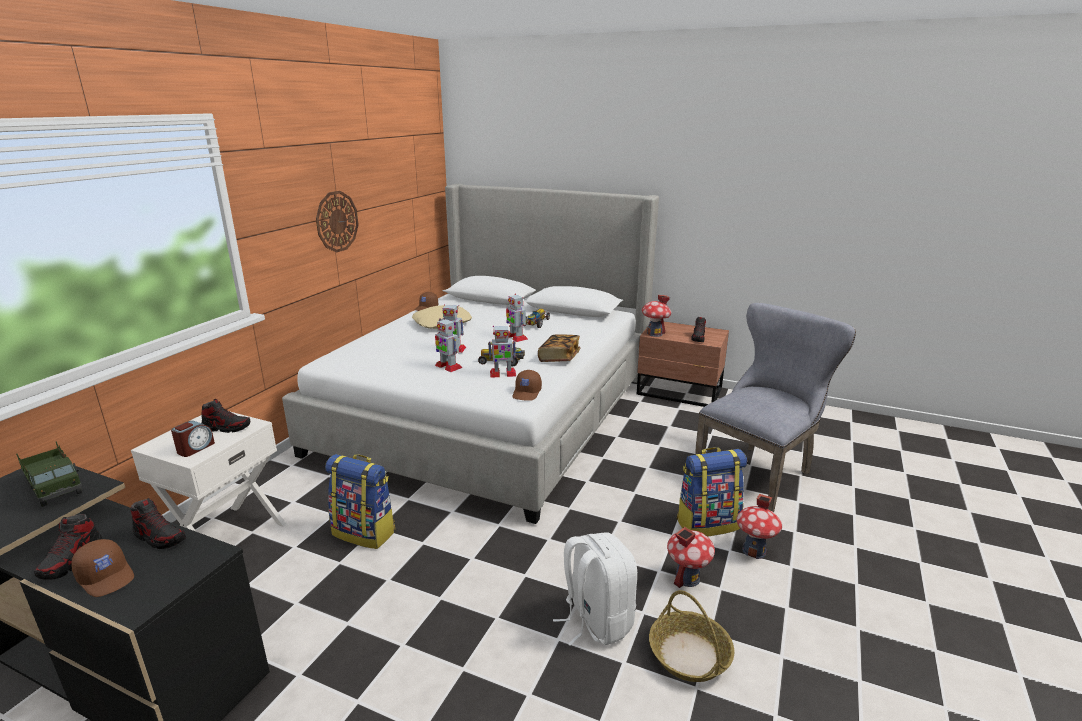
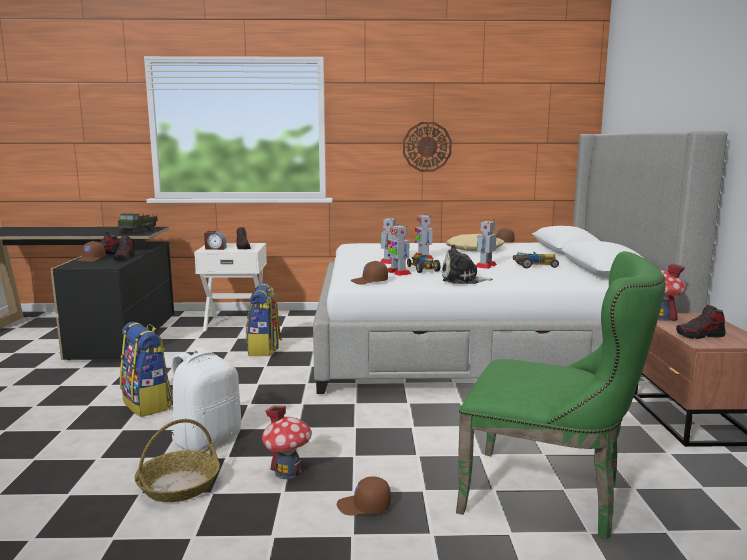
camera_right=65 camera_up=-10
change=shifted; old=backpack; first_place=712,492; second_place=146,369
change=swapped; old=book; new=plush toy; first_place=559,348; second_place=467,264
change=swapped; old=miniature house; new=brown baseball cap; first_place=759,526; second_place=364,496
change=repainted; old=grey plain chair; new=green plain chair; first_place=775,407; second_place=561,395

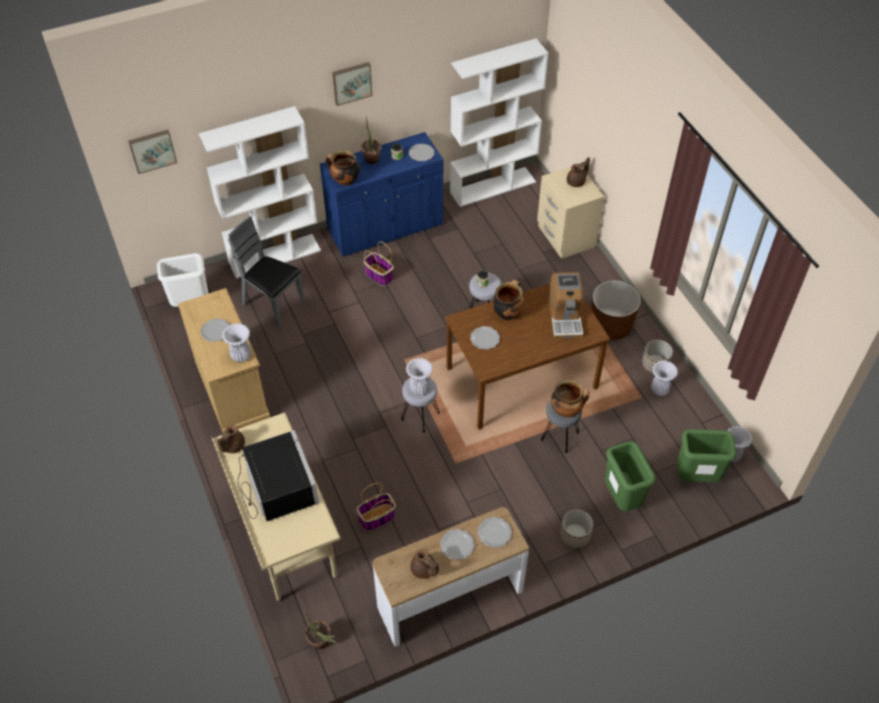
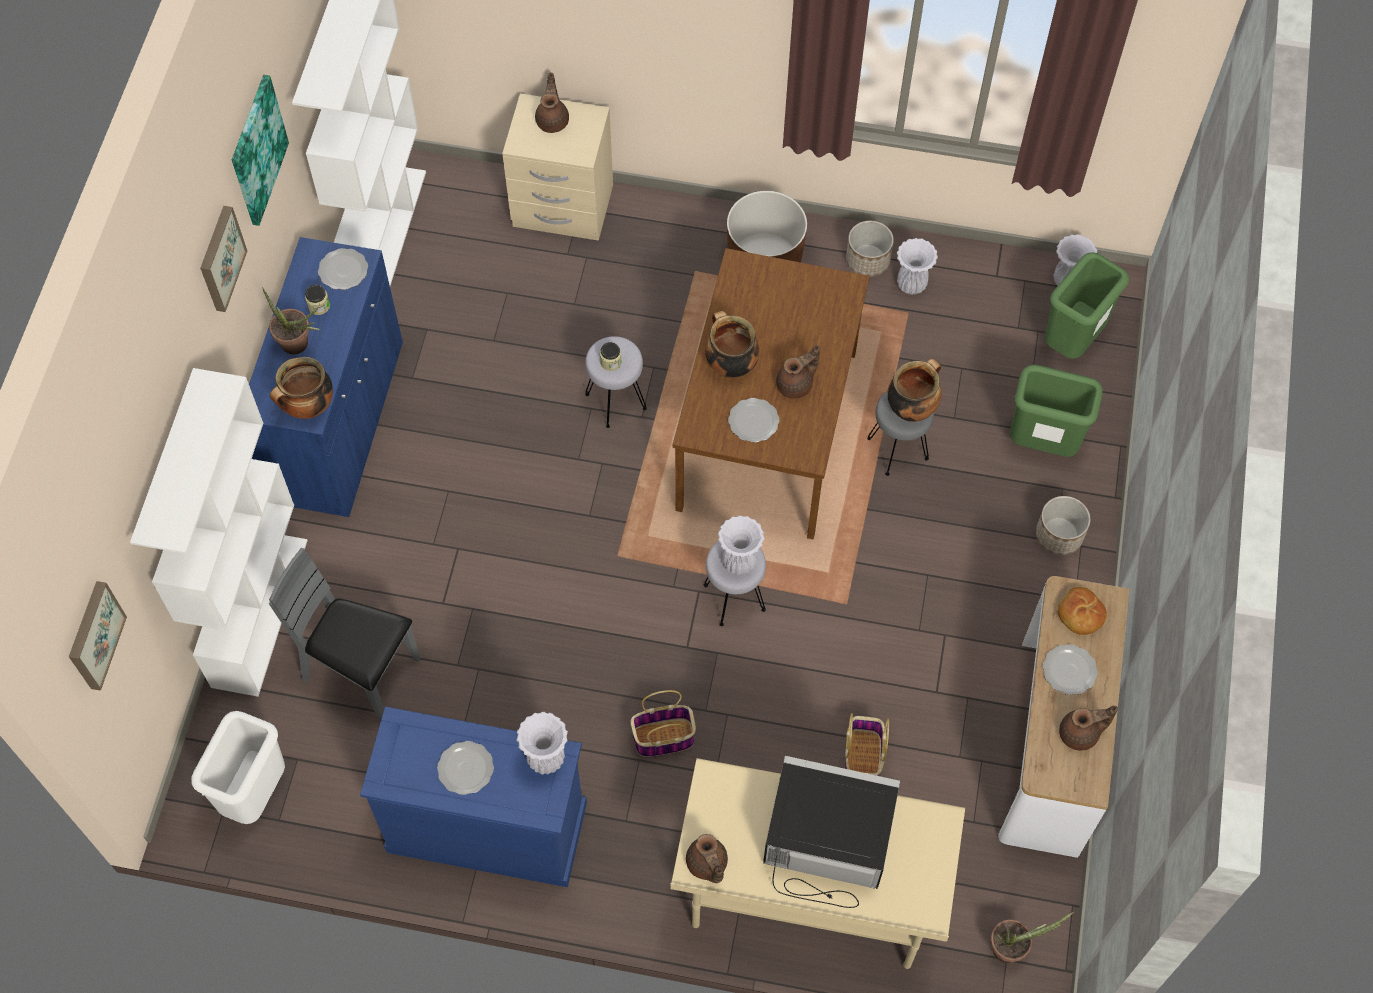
camera_right=-55 camera_up=10
change=gone; old=coffee maker; first_place=566,305
change=new; new=picture; second_place=260,150
change=new; new=brown teapot; second_place=798,372
change=shifted; old=basket; first_place=378,264; second_place=663,723
change=swapped; old=flat dish; new=bakery bread; first_place=494,532; second_place=1082,611
change=repainted; old=sand-coloured dresser; new=blue dresser; first_place=224,360; second_place=473,796
change=rotated; old=grey plain chair; first_place=266,272; second_place=344,634; degrees=45

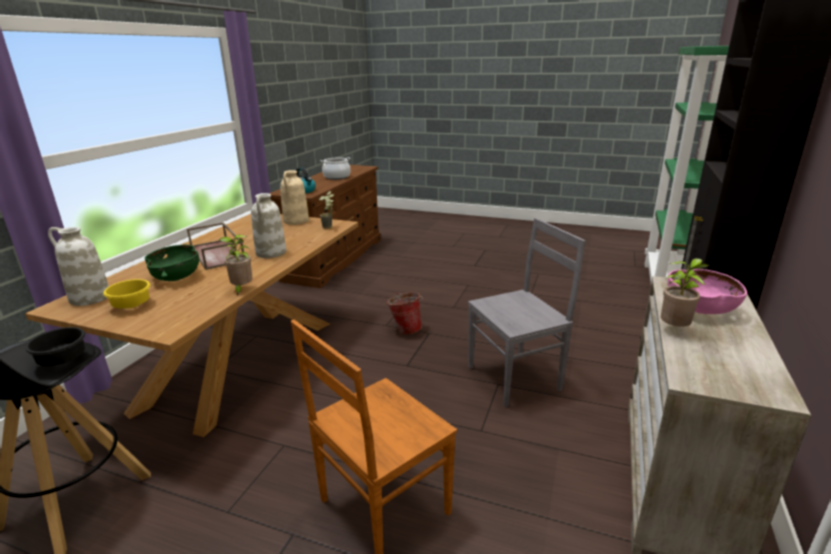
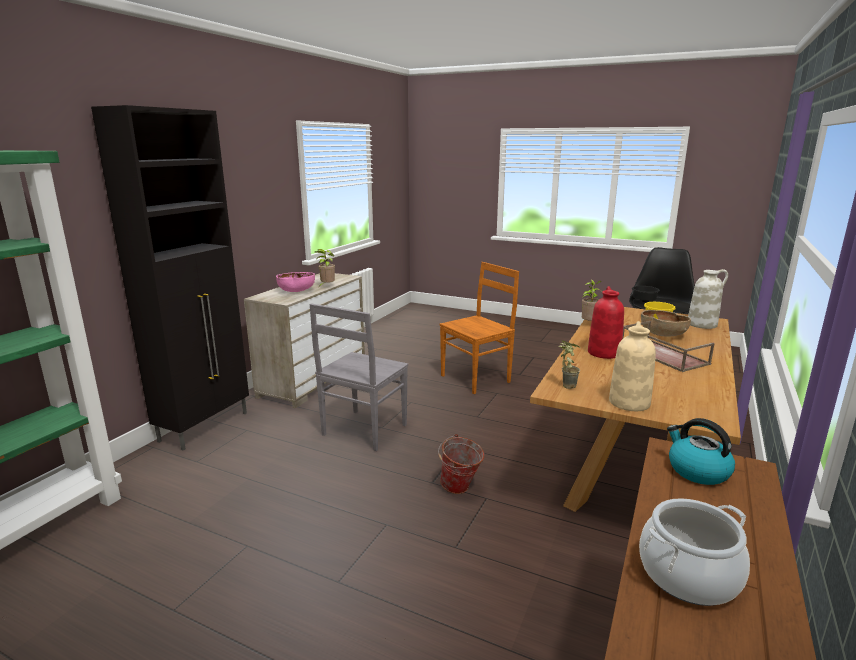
camera_right=-175 camera_up=-5
change=repainted; old=green bowl; new=brown bowl; first_place=172,263; second_place=666,323
change=repainted; old=whitish flower vase; new=reddish flower vase; first_place=268,225; second_place=606,322
change=rotated; old=grey plain chair; first_place=526,312; second_place=359,377; degrees=-45

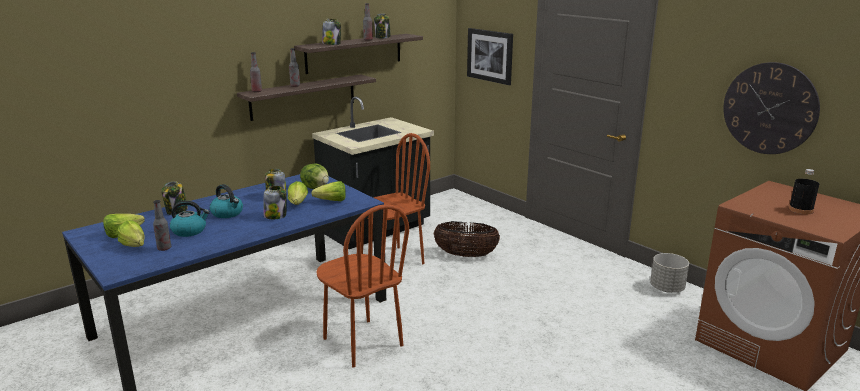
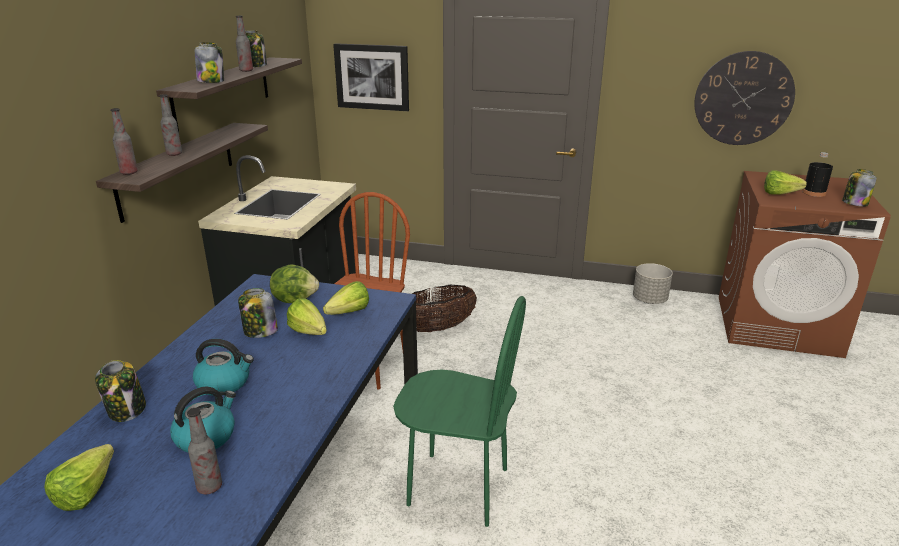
camera_right=-35 camera_up=5
change=shifted; old=lettuce; first_place=131,233; second_place=785,182
change=shifted; old=jar; first_place=275,202; second_place=859,188
change=repainted; old=brown plain chair; new=green plain chair; first_place=362,286; second_place=459,411

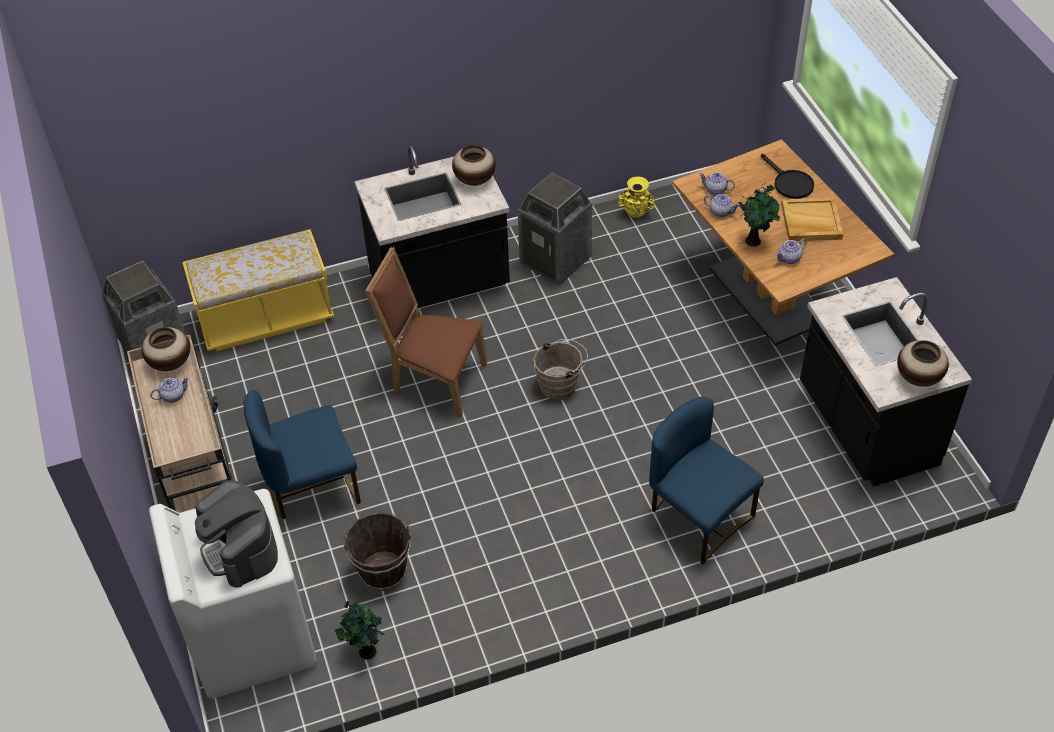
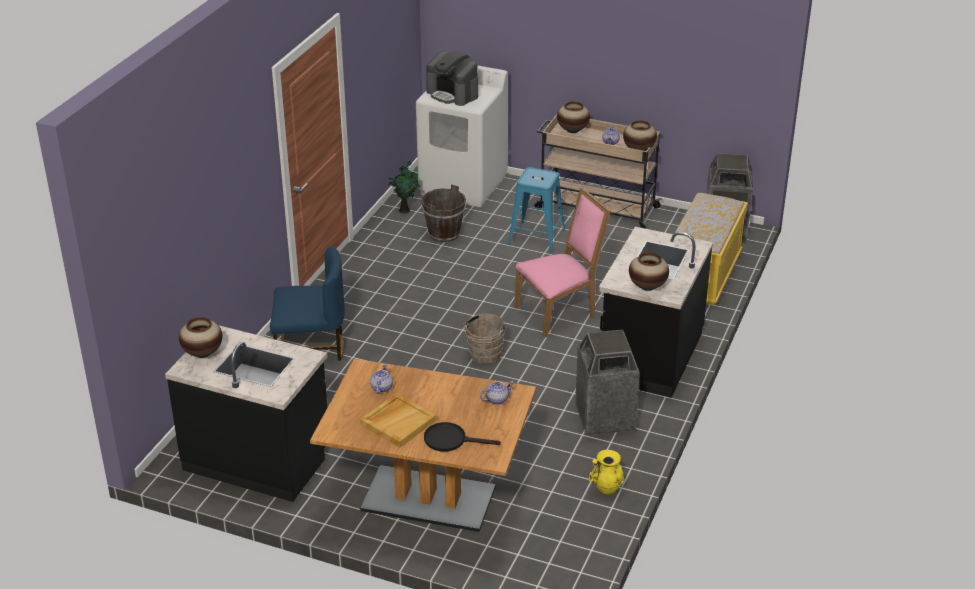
camera_right=130 camera_up=-15
change=gone; old=teapot; first_place=721,205
change=gone; old=houseplant; first_place=758,215
change=new; new=flower vase; second_place=573,117
change=swapped; old=blue plain chair; new=blue sitting stool; first_place=302,454; second_place=536,210
change=repainted; old=brown plain chair; new=pink plain chair; first_place=426,332; second_place=562,262
change=rotated; old=coffee maker; first_place=236,534; second_place=452,78; degrees=-150

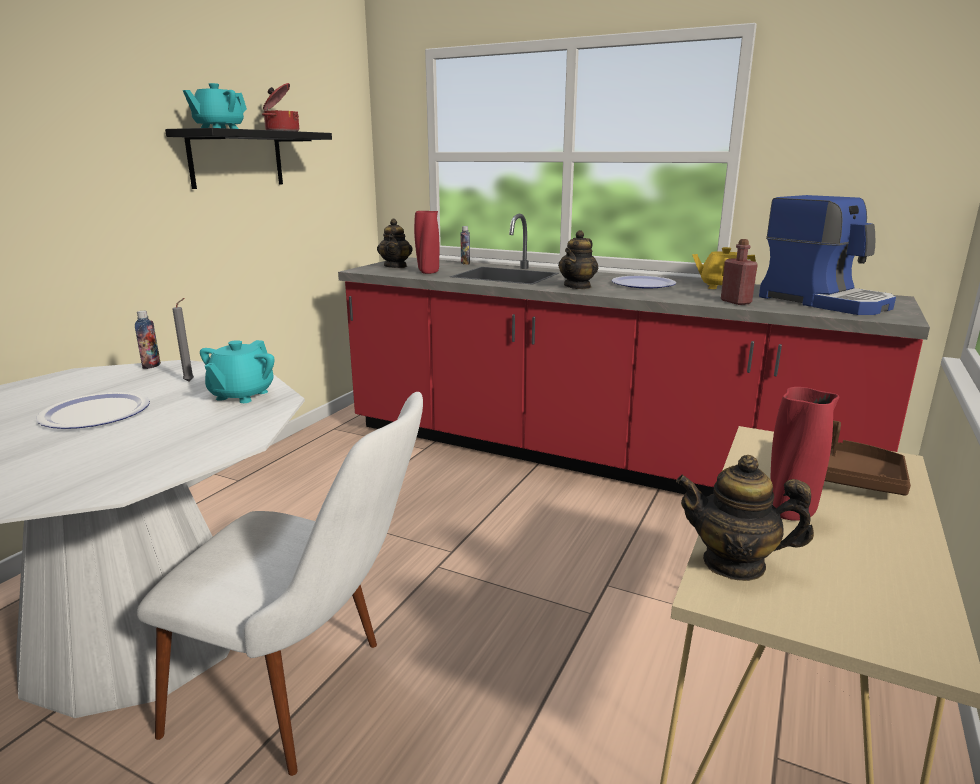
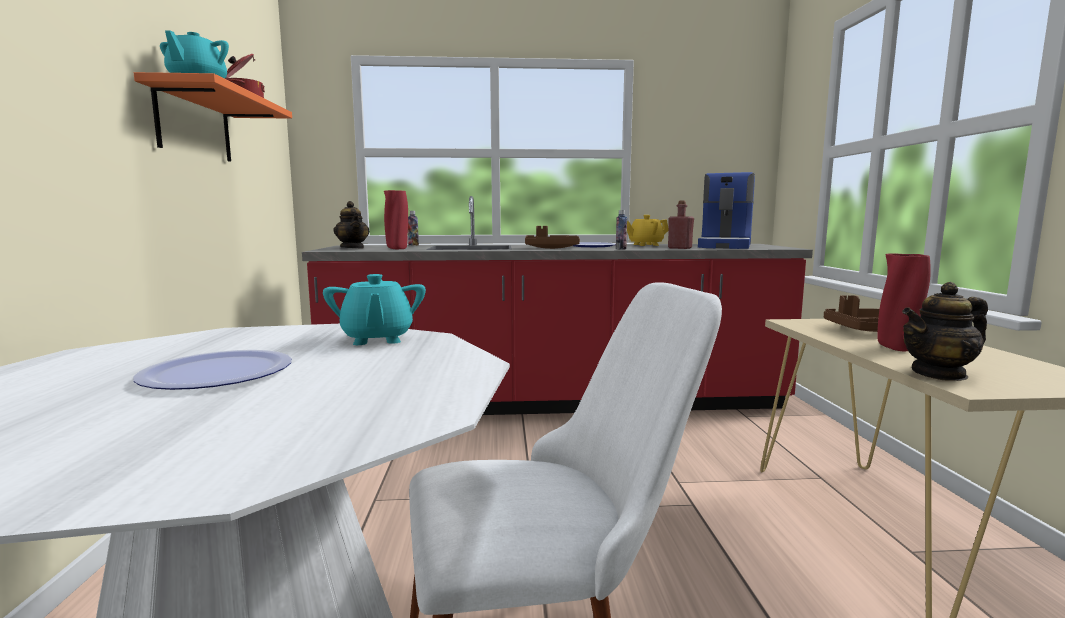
camera_right=-30 camera_up=-10
change=gone; old=grey wax light; first_place=183,340
change=shifted; old=beverage bottle; first_place=148,340; second_place=621,230
change=swapped; old=teapot; new=brown carrying tray; first_place=578,259; second_place=552,237
change=repainted; old=blackish shelf; new=orange shelf; first_place=248,158; second_place=213,117
change=rotated; old=coffee maker; first_place=827,255; second_place=726,210; degrees=90

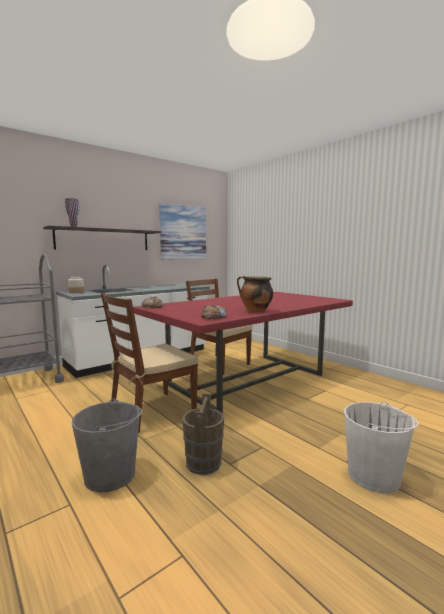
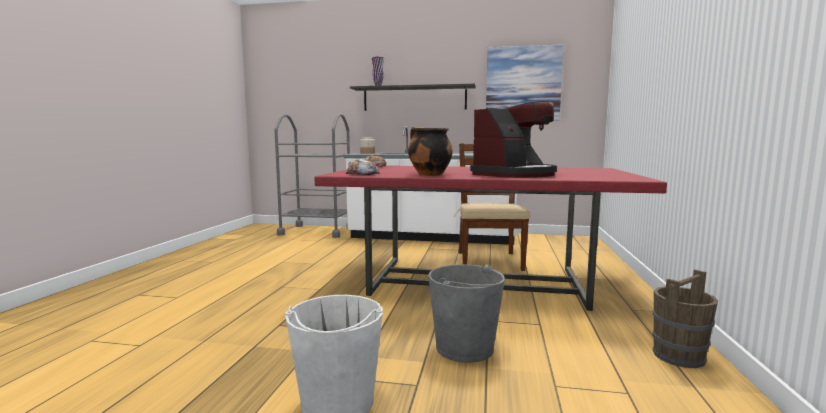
camera_right=50 camera_up=0
change=gone; old=brown plain chair; first_place=150,363
change=new; new=coffee maker; second_place=513,139
change=shifted; old=grey water bucket; first_place=107,445; second_place=466,313
change=shifted; old=brown water bucket; first_place=203,434; second_place=685,319

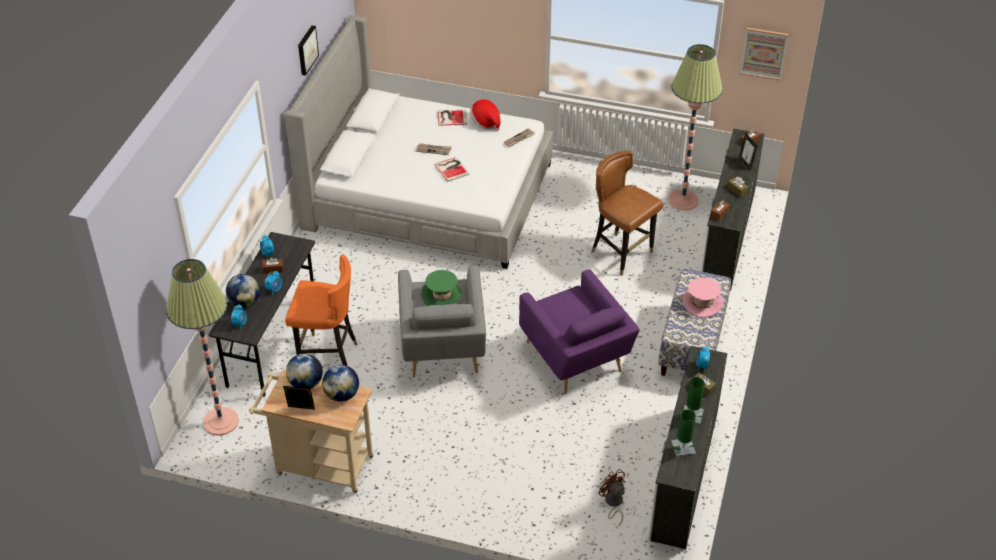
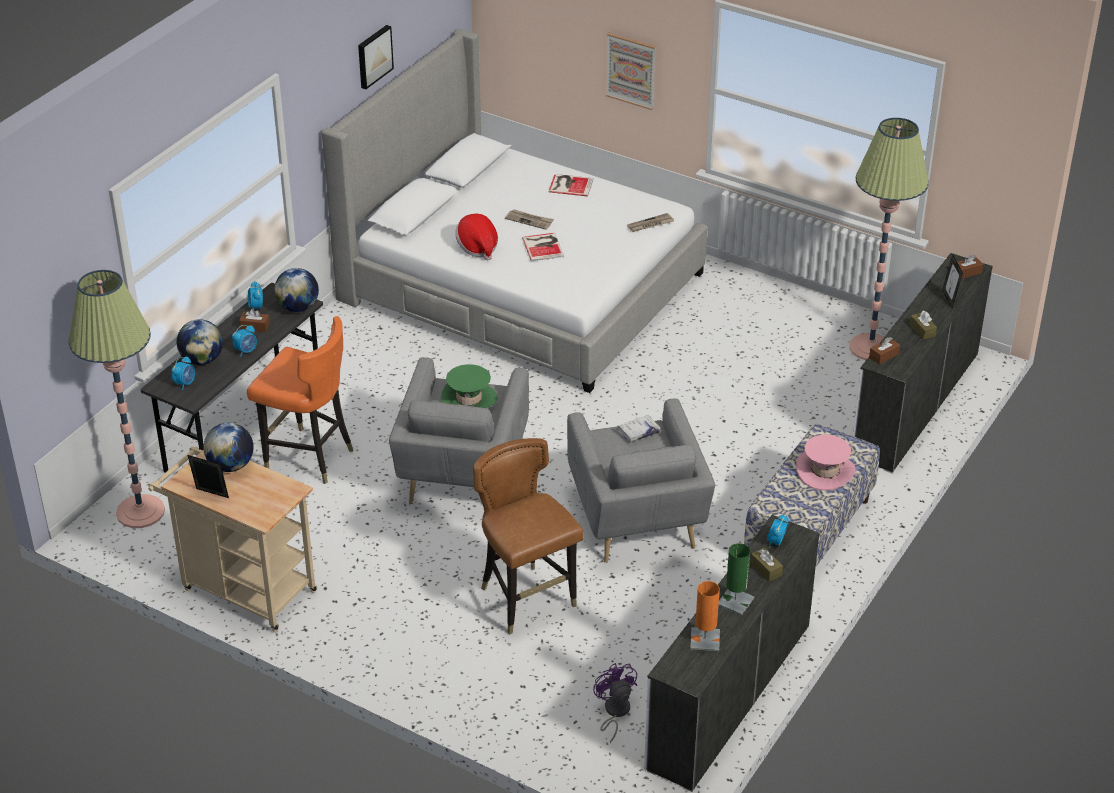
camera_right=15 camera_up=-5
change=new; new=whitish book; second_place=639,428
change=shifted; old=world globe; first_place=340,383; second_place=296,290
change=shifted; old=wearable hat; first_place=485,115; second_place=476,237
change=shifted; old=brown plain chair; first_place=627,213; second_place=528,536
change=shifted; old=picture; first_place=764,54; second_place=631,71
change=repainted; old=purple lounge chair; new=grey lounge chair; first_place=579,331; second_place=641,481
change=repainted; old=brown electric fan; new=purple electric fan; first_place=612,498; second_place=615,703
change=repainted; old=green tabletop lamp; new=orange tabletop lamp; first_place=683,433; second_place=705,616

